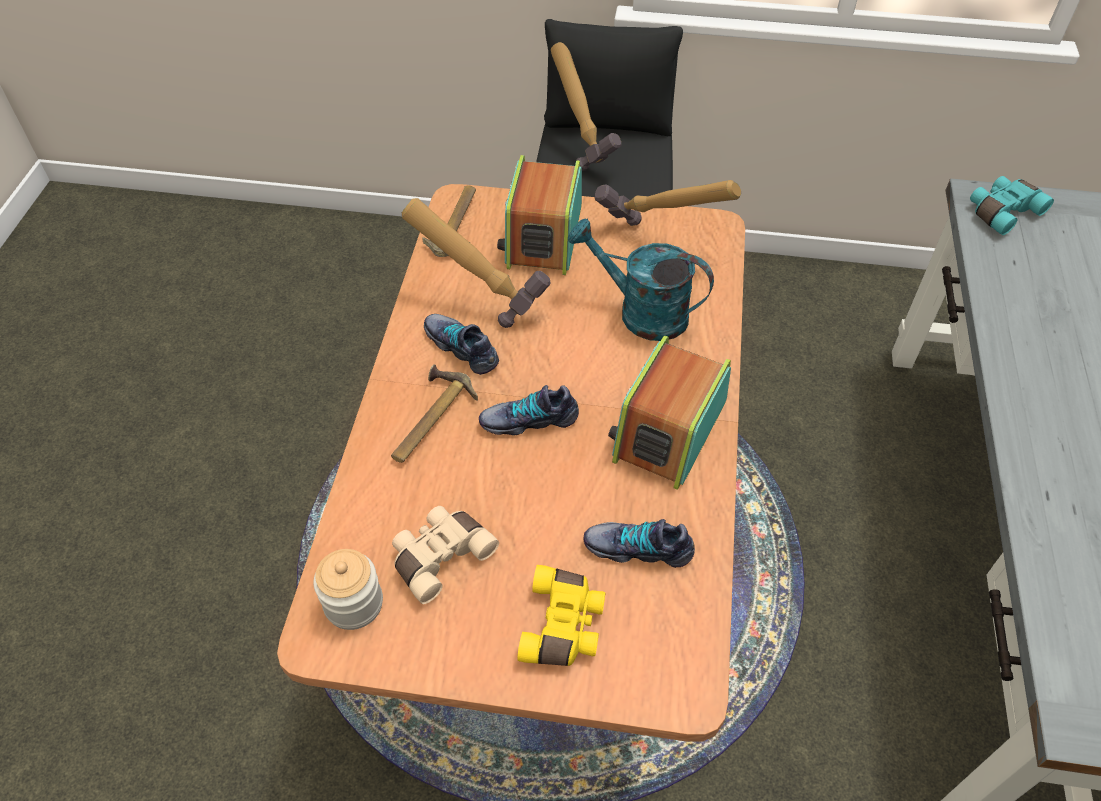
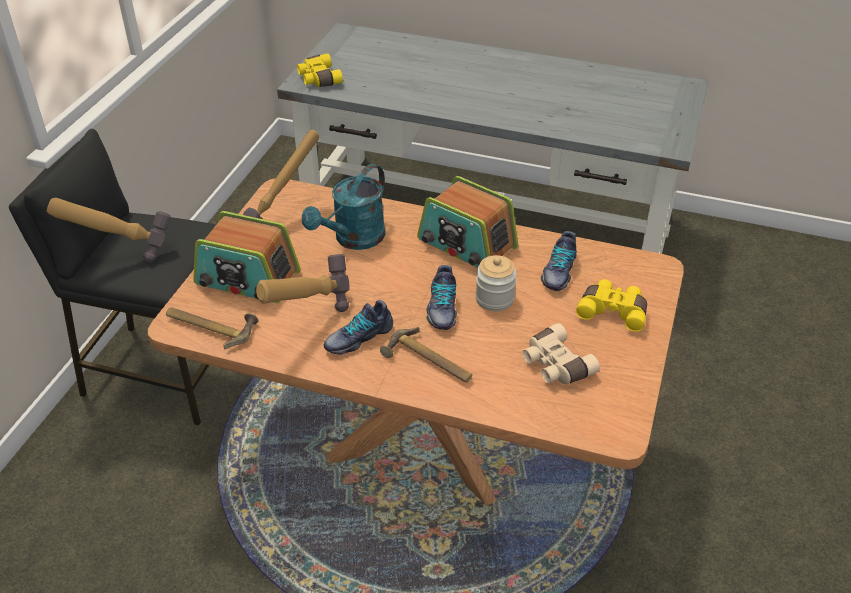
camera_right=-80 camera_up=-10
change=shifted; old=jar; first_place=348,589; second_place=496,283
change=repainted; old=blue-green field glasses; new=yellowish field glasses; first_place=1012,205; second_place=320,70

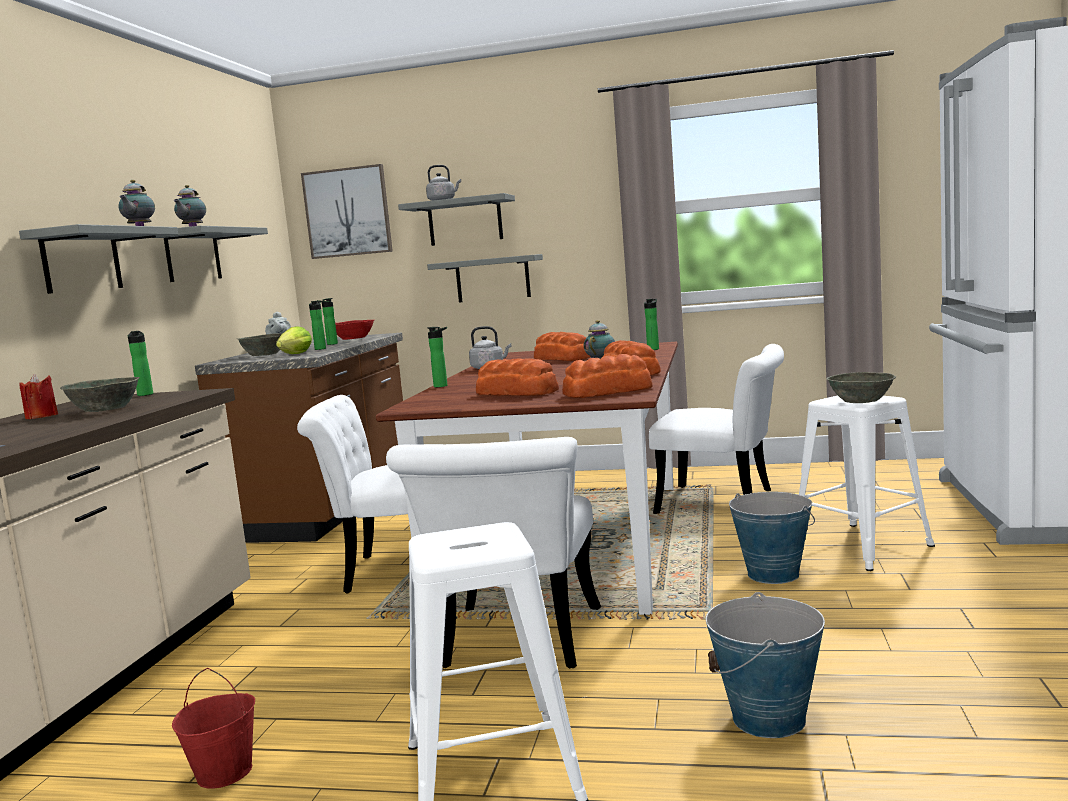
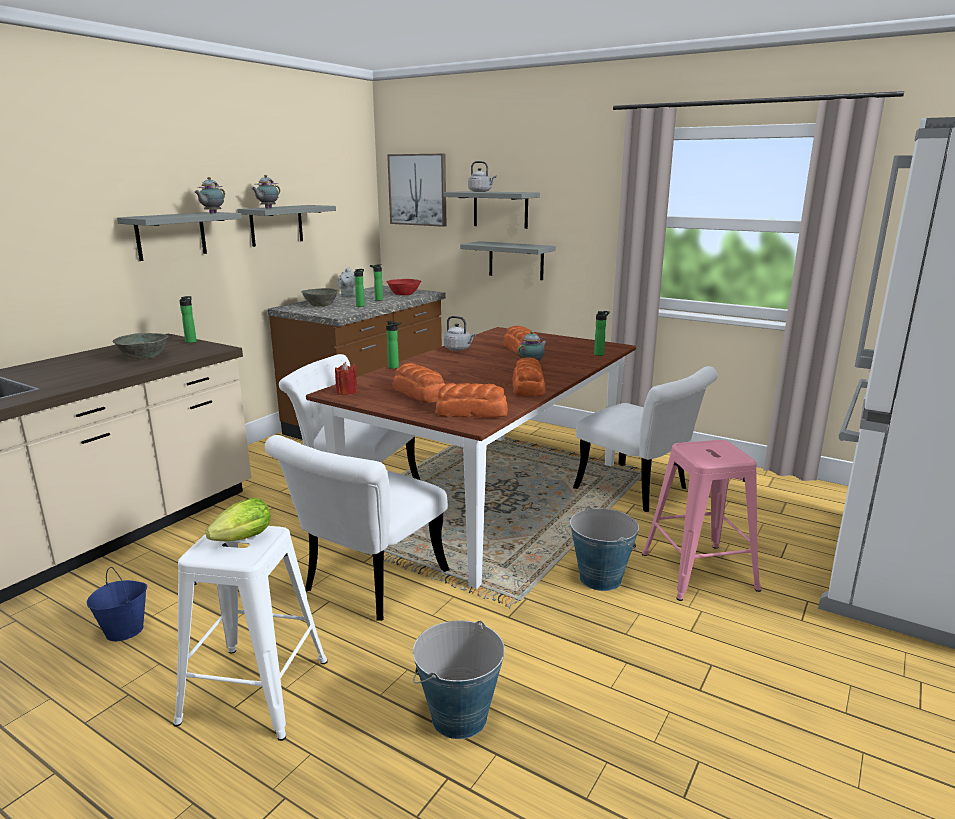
camera_right=20 camera_up=10
change=gone; old=grey bowl; first_place=861,387
change=shifted; old=reddish wax light; first_place=38,396; second_place=346,378
change=shifted; old=lettuce; first_place=294,340; second_place=238,519
change=repainted; old=reddish water bucket; new=blue water bucket; first_place=213,728; second_place=117,604
change=repainted; old=whitish sitting stool; new=pink sitting stool; first_place=867,483; second_place=701,520

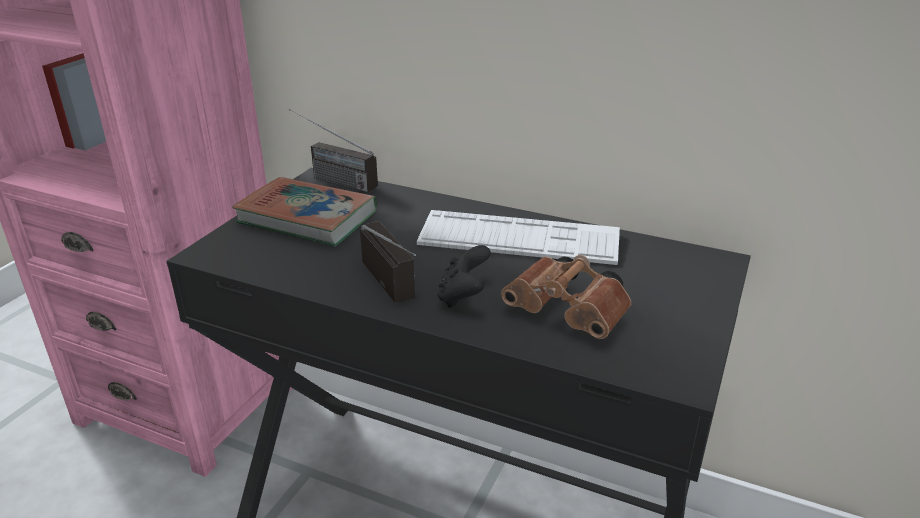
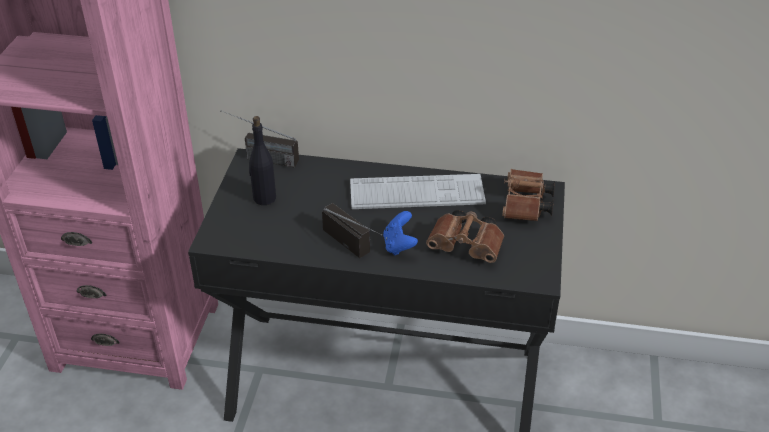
camera_right=-15 camera_up=10
change=new; new=brown field glasses; second_place=528,195
change=swapped; old=book; new=blackish beverage bottle; first_place=304,211; second_place=262,160
change=repainted; old=blackish joypad; new=blue joypad; first_place=464,276; second_place=400,233

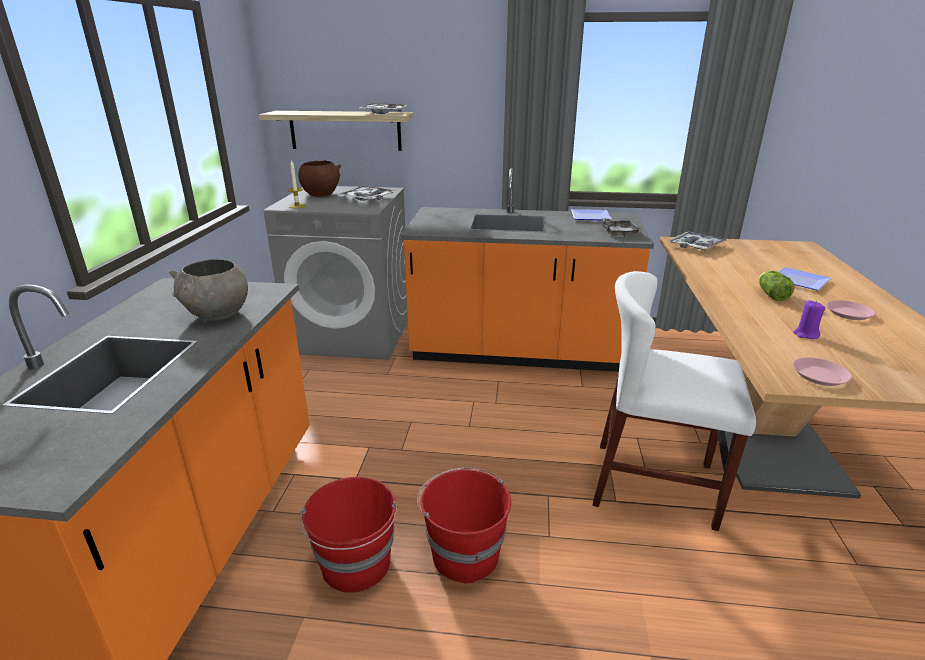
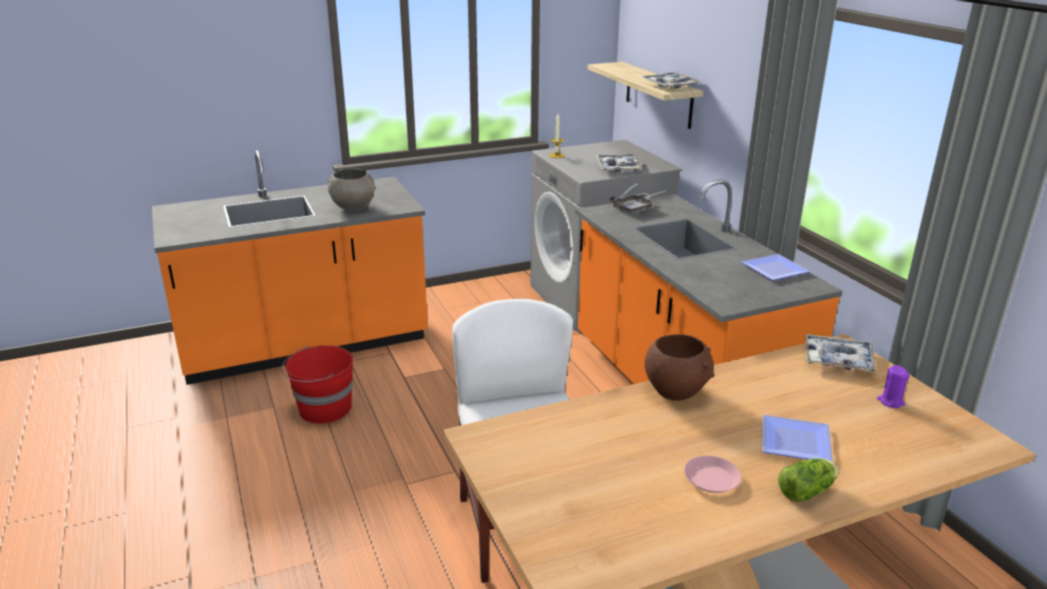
camera_right=60 camera_up=0
change=gone; old=reddish water bucket; first_place=464,526
change=gone; old=pink flat dish; first_place=822,371
change=shifted; old=brown bowl; first_place=319,178; second_place=679,367
change=shifted; old=grey carrying tray; first_place=621,227; second_place=633,203
change=shifted; old=lettuce; first_place=776,286; second_place=808,480
change=shifted; old=purple wax light; first_place=809,319; second_place=893,386

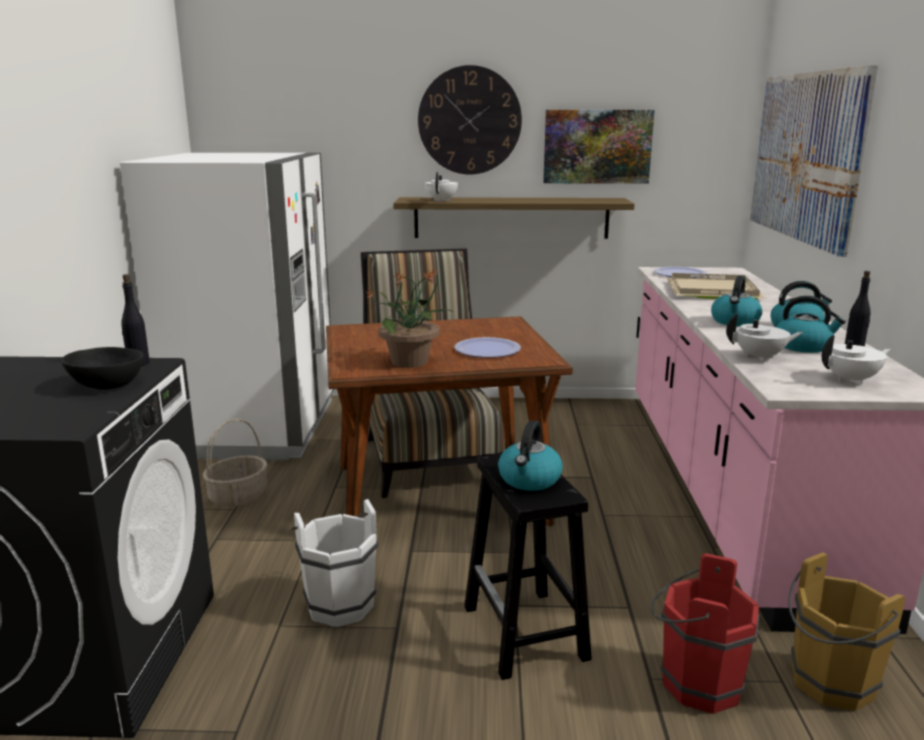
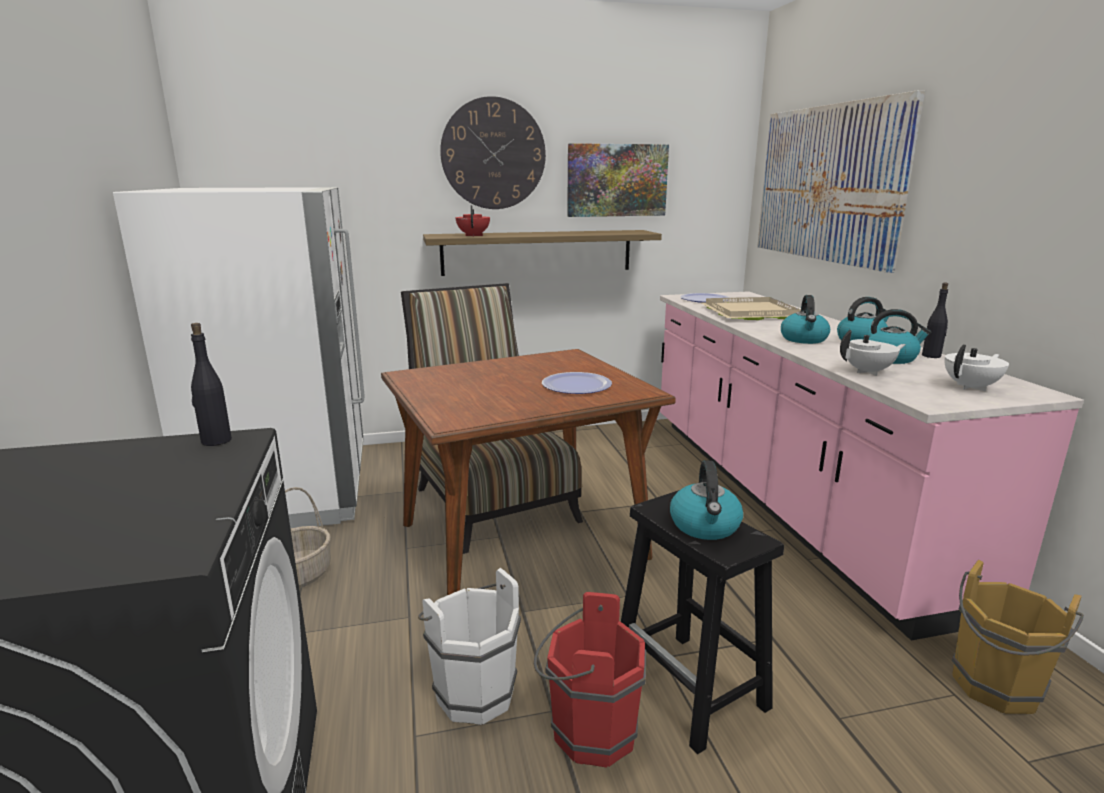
camera_right=-15 camera_up=0
change=gone; old=blackish bowl; first_place=102,368
change=gone; old=houseplant; first_place=409,318
change=shifted; old=reddish water bucket; first_place=705,633; second_place=590,680
change=repainted; old=whitish teapot; new=reddish teapot; first_place=441,187; second_place=473,221

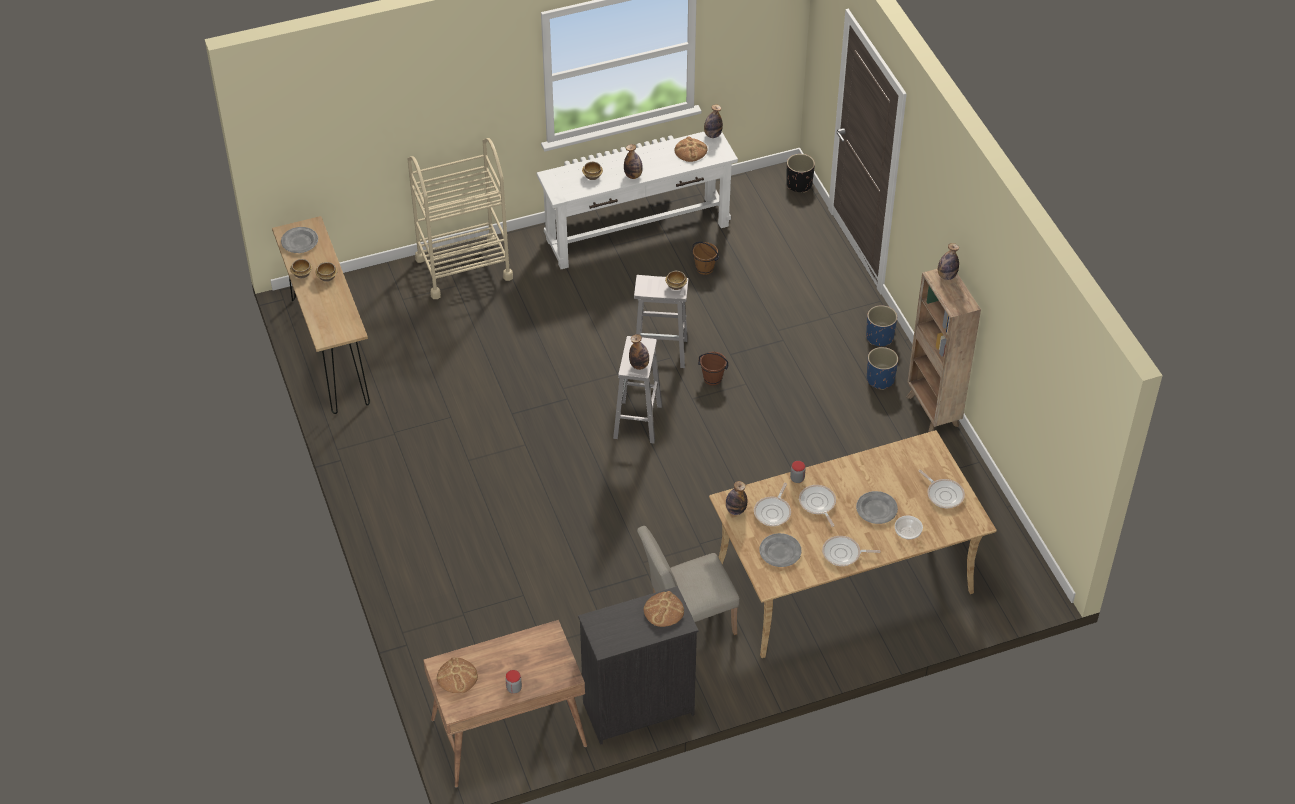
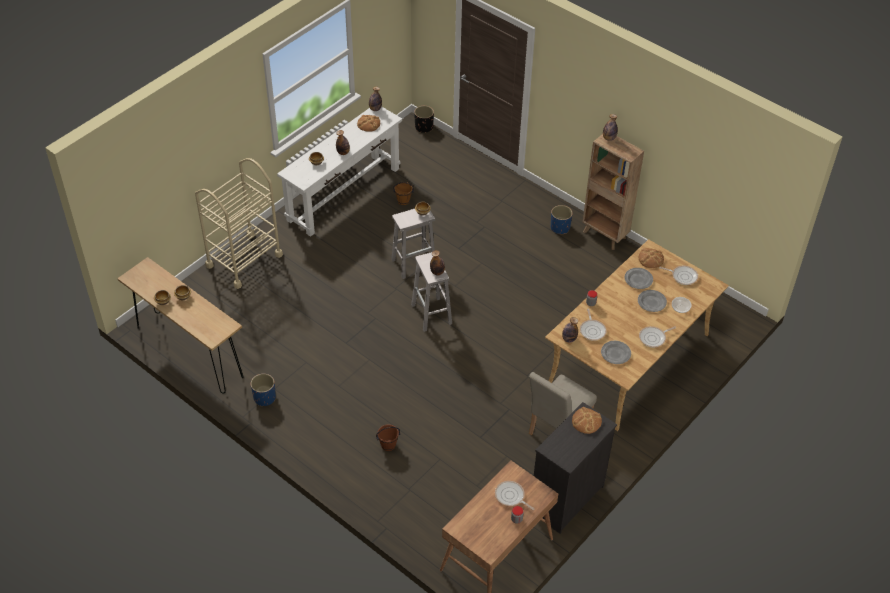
camera_right=-30 camera_up=0
change=shifted; old=grey flat dish; first_place=299,240; second_place=639,278
change=shifted; old=bakery bread; first_place=457,675; second_place=651,258
change=shifted; old=brown water bucket; first_place=713,368; second_place=388,437
change=shifted; old=pan; first_place=817,506; second_place=515,495
change=shifted; old=blue flower pot; first_place=881,325; second_place=263,390

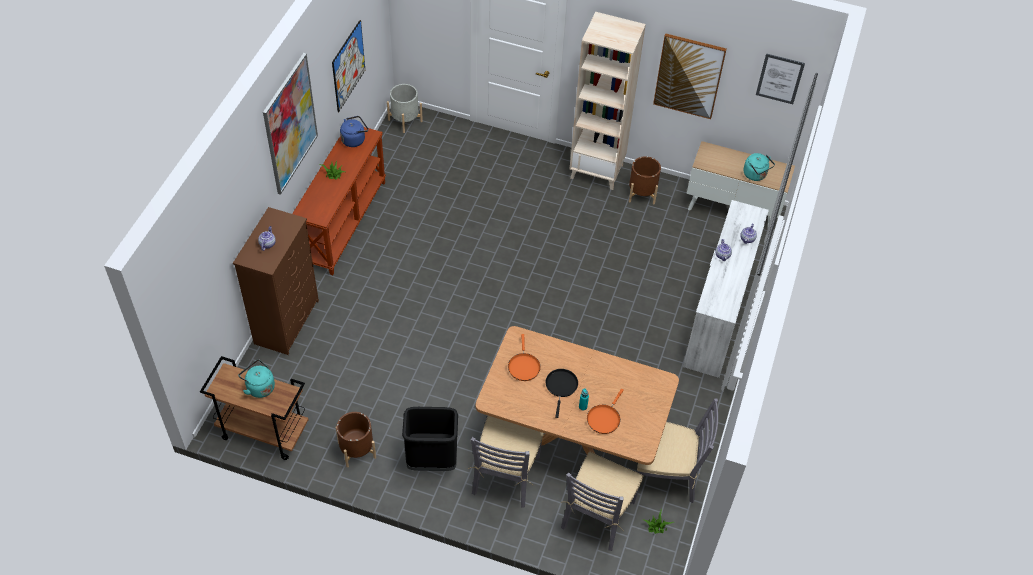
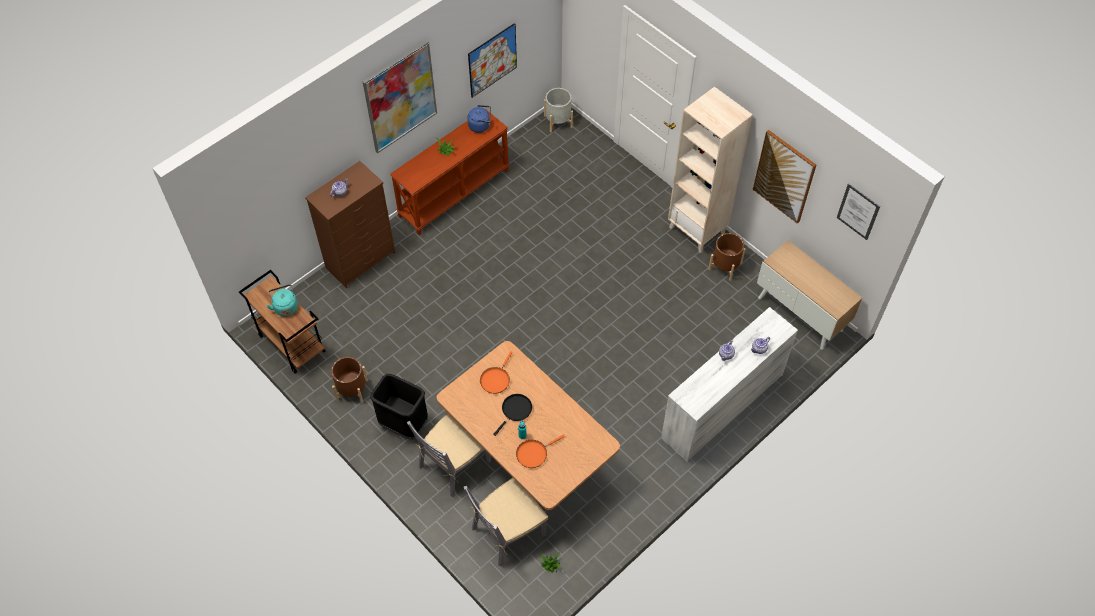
camera_right=30 camera_up=5
change=gone; old=grey plain chair; first_place=677,451
change=gone; old=blue-green water kettle; first_place=759,167

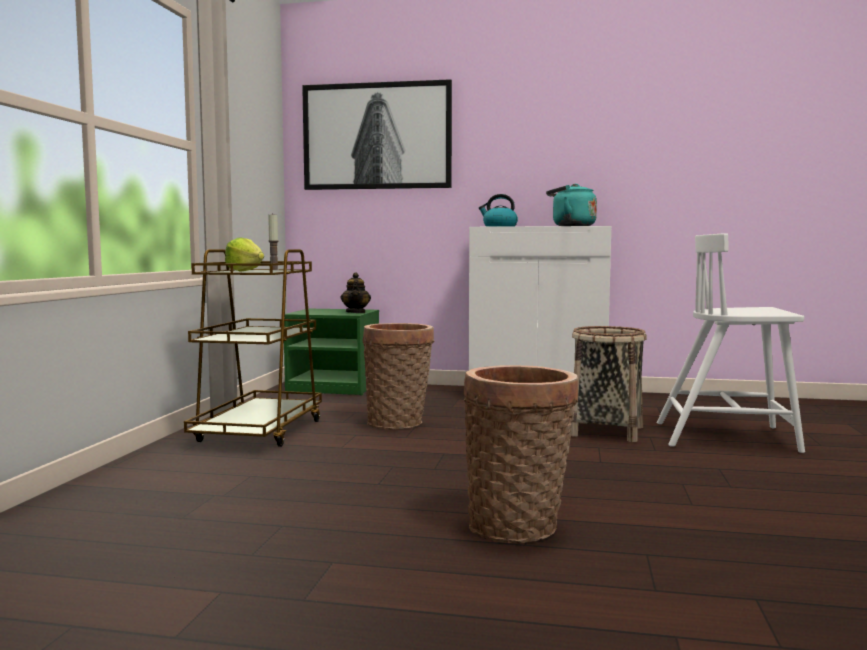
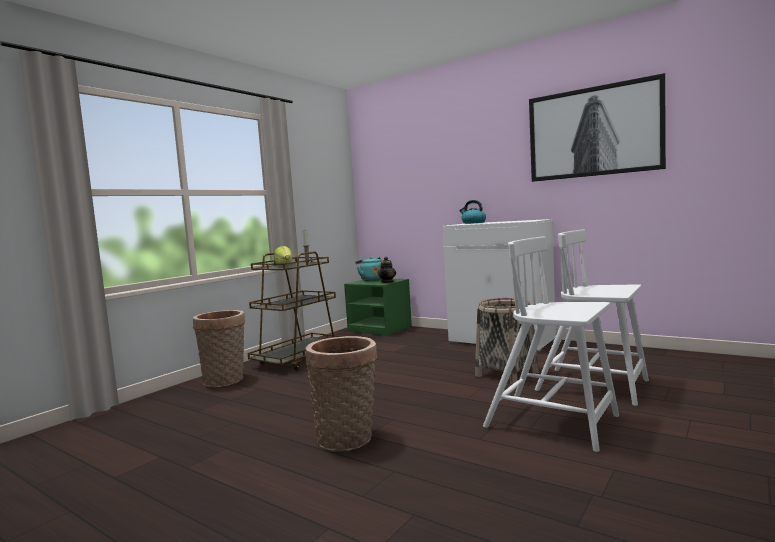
camera_right=25 camera_up=0
change=new; new=whitish plain chair; second_place=551,344
change=shifted; old=picture; first_place=377,134; second_place=597,127
change=shifted; old=basket; first_place=398,376; second_place=219,348
change=shifted; old=blue-green water kettle; first_place=571,205; second_place=368,269

